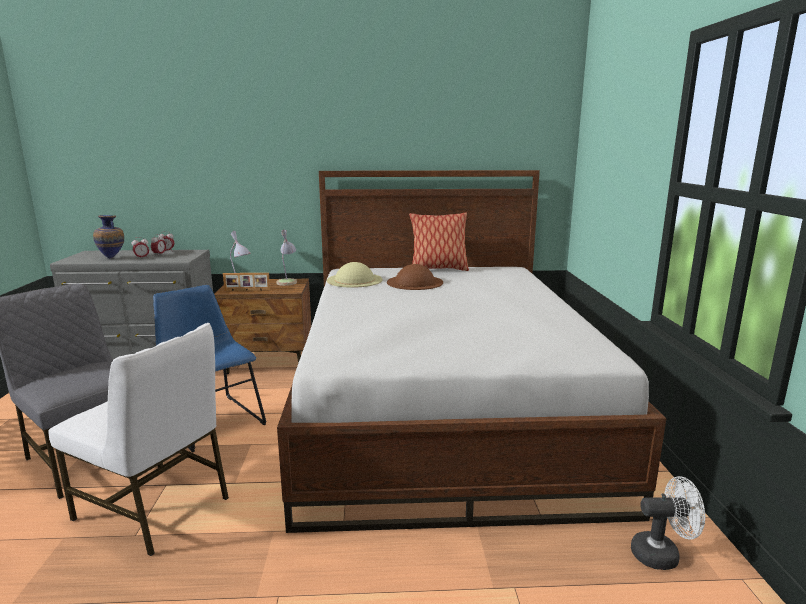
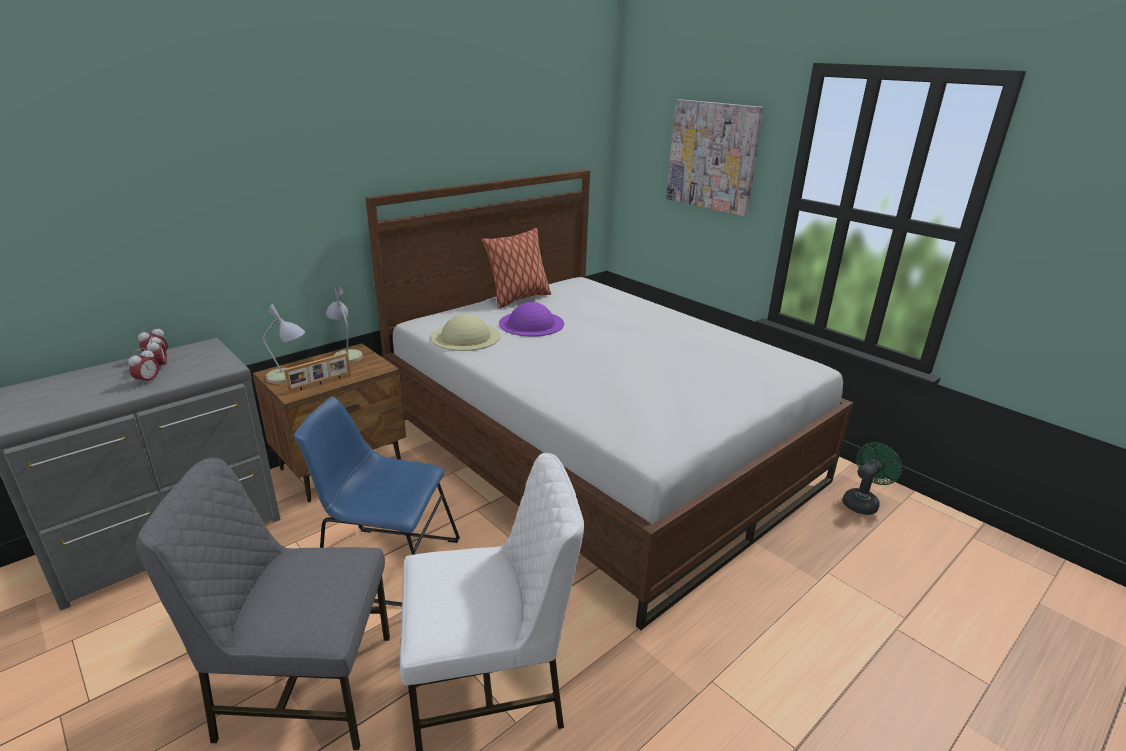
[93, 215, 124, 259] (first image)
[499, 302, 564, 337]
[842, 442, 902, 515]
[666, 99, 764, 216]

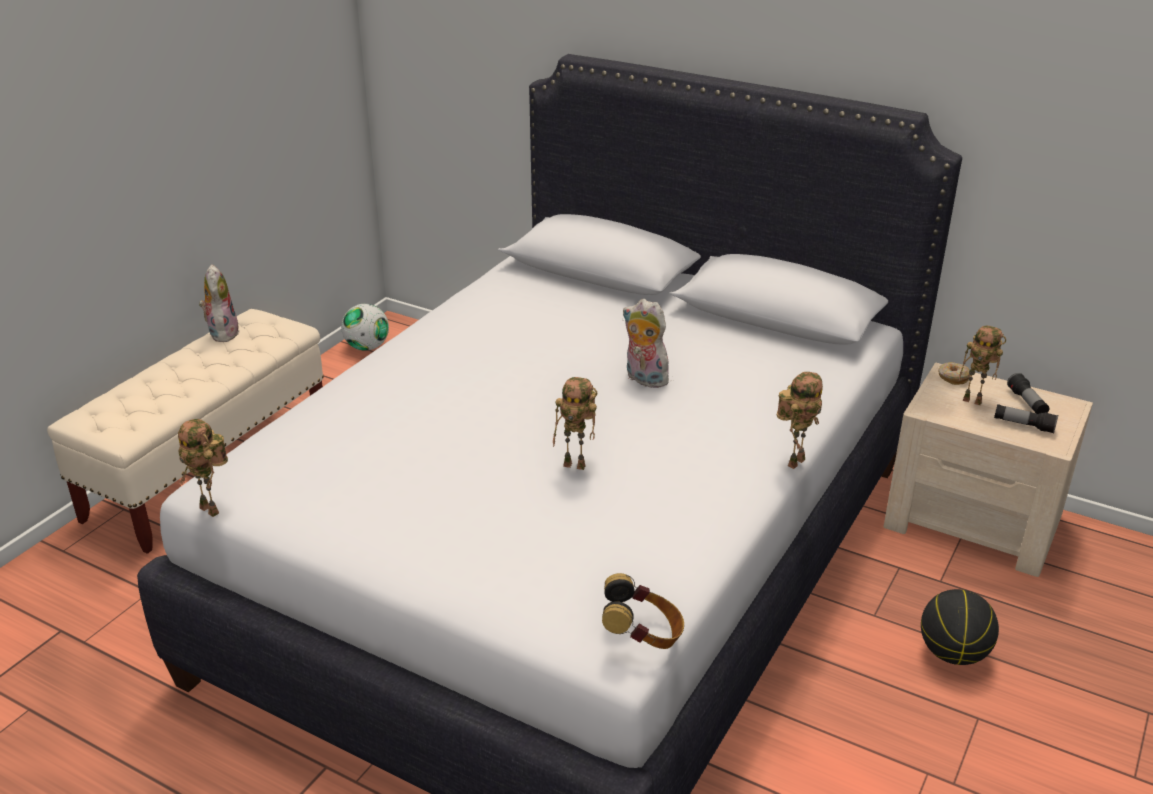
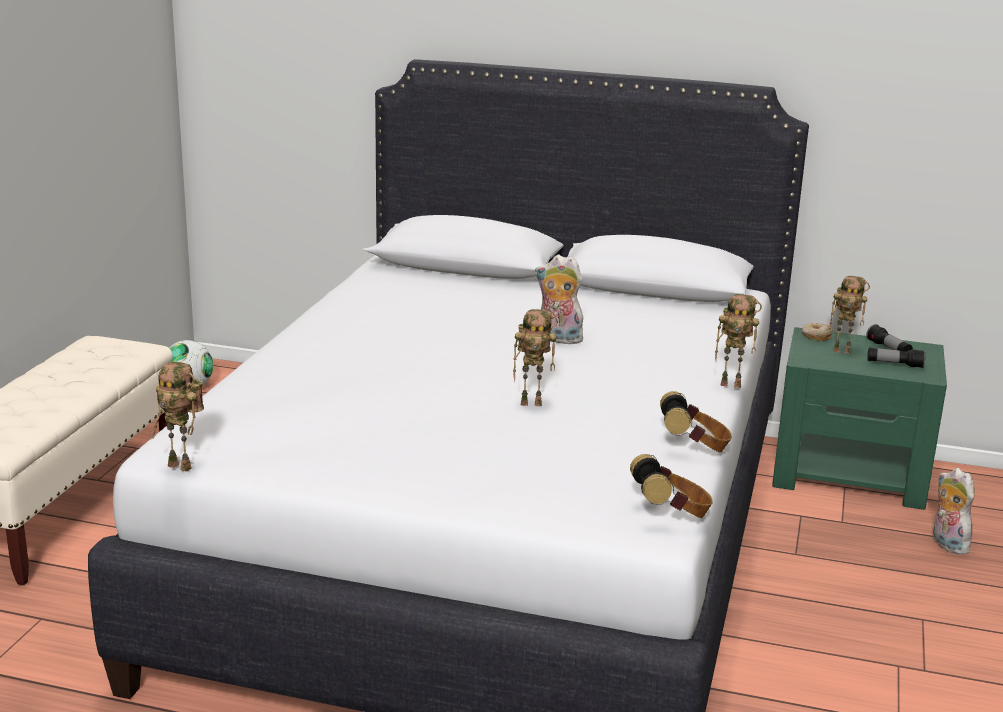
[933, 468, 975, 554]
[772, 327, 947, 510]
[715, 294, 762, 388]
[921, 589, 999, 665] (first image)
[660, 391, 732, 452]

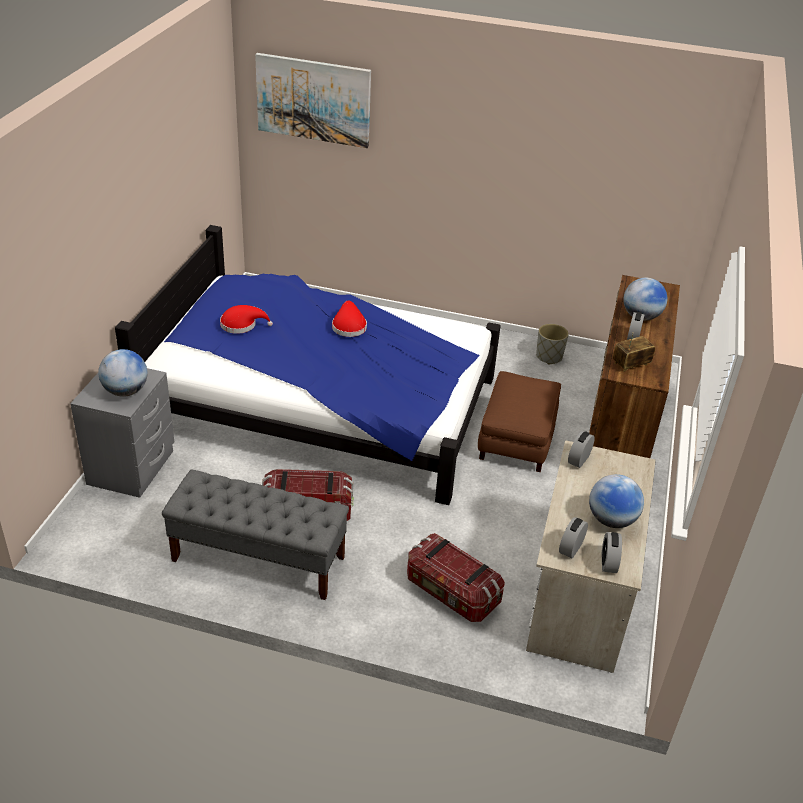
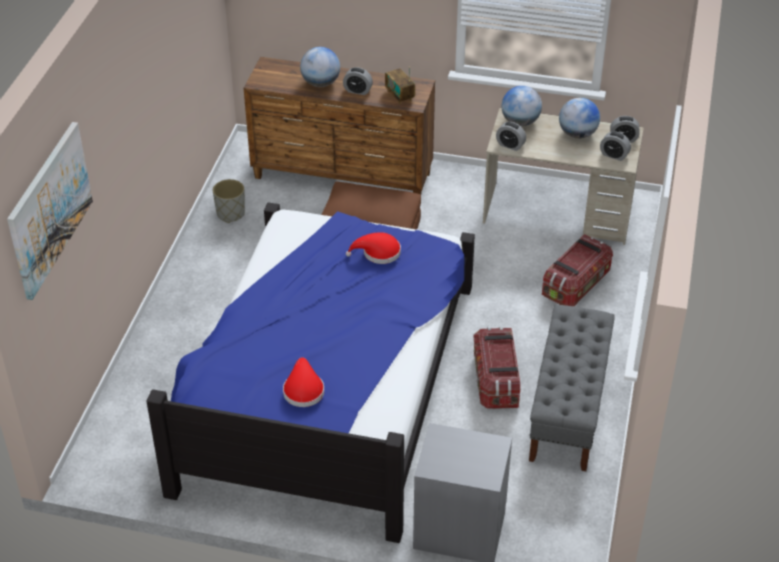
[346, 232, 401, 264]
[501, 86, 542, 126]

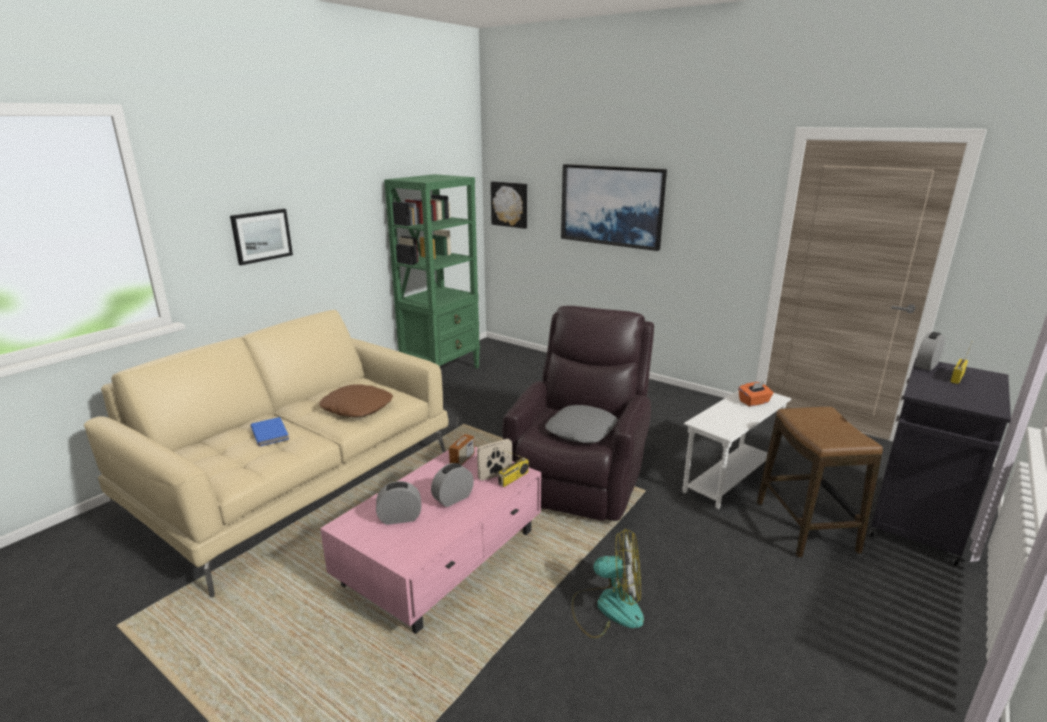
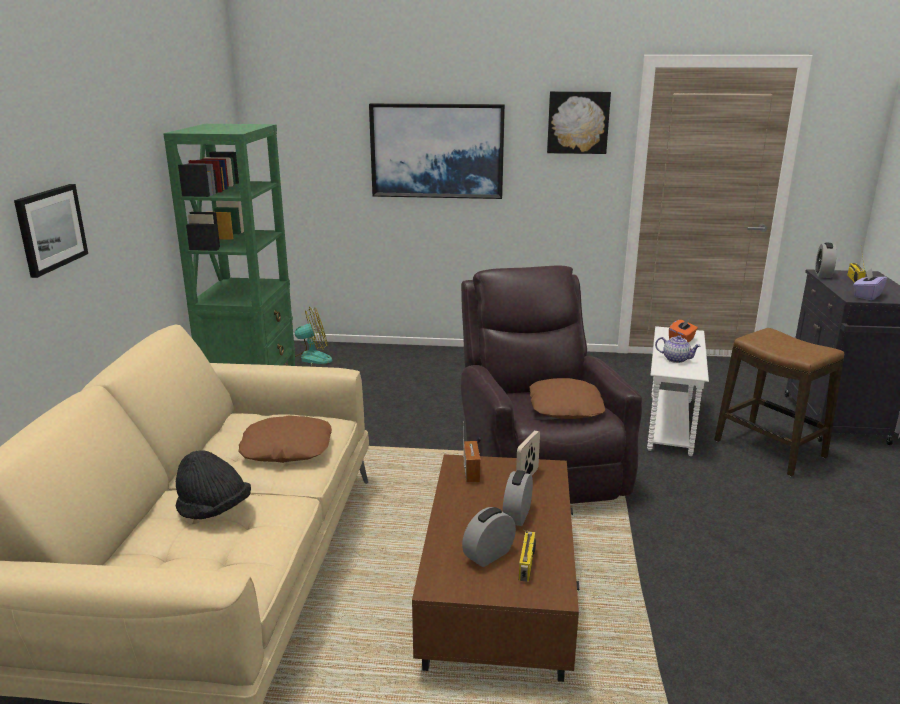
[547, 91, 611, 154]
[530, 378, 605, 419]
[175, 450, 251, 519]
[412, 454, 579, 682]
[519, 530, 536, 582]
[285, 307, 332, 367]
[853, 268, 887, 300]
[655, 335, 701, 363]

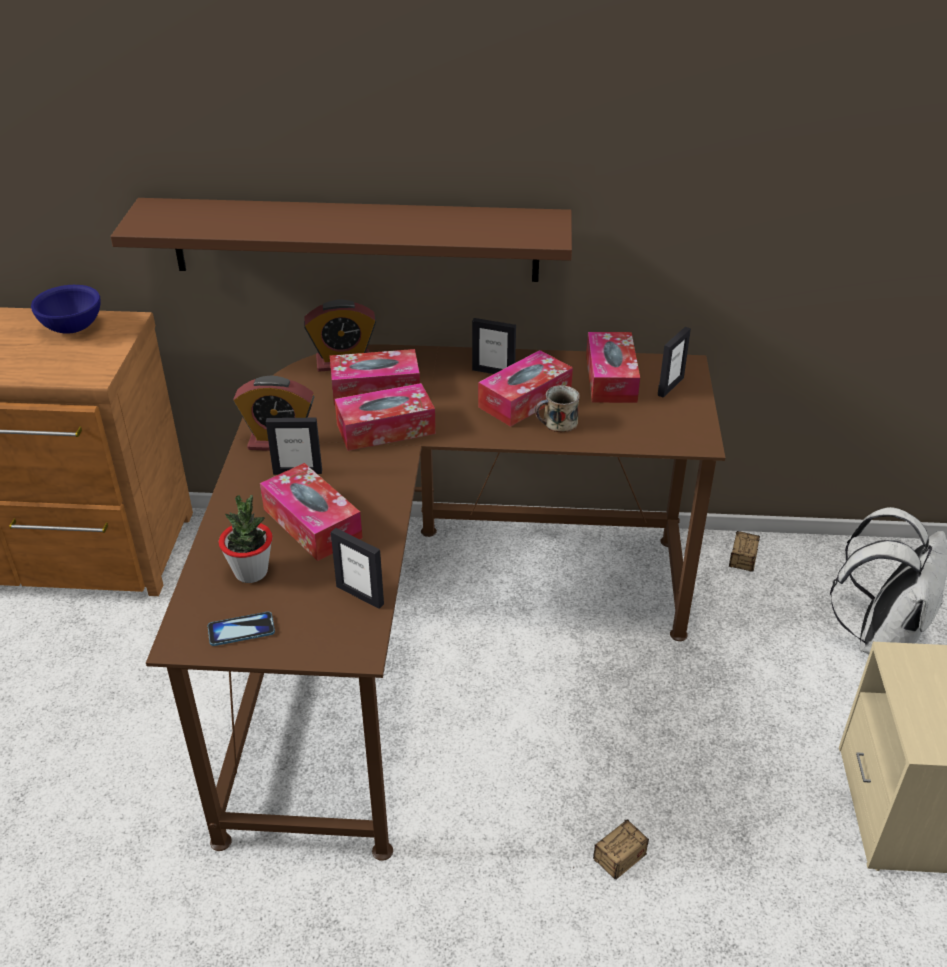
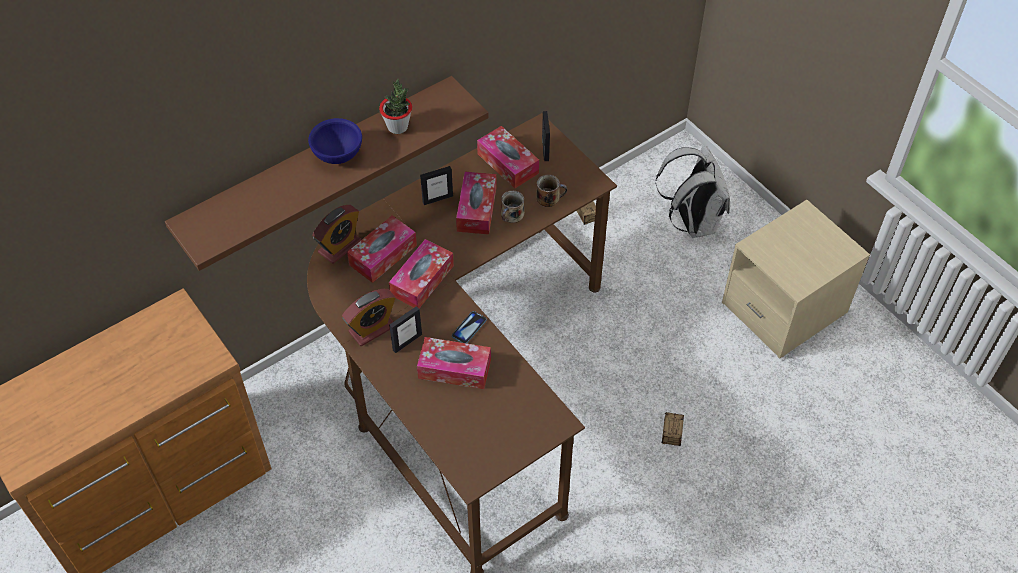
[308, 118, 362, 164]
[379, 79, 412, 134]
[331, 528, 384, 609] (first image)
[452, 311, 487, 343]
[536, 175, 568, 207]

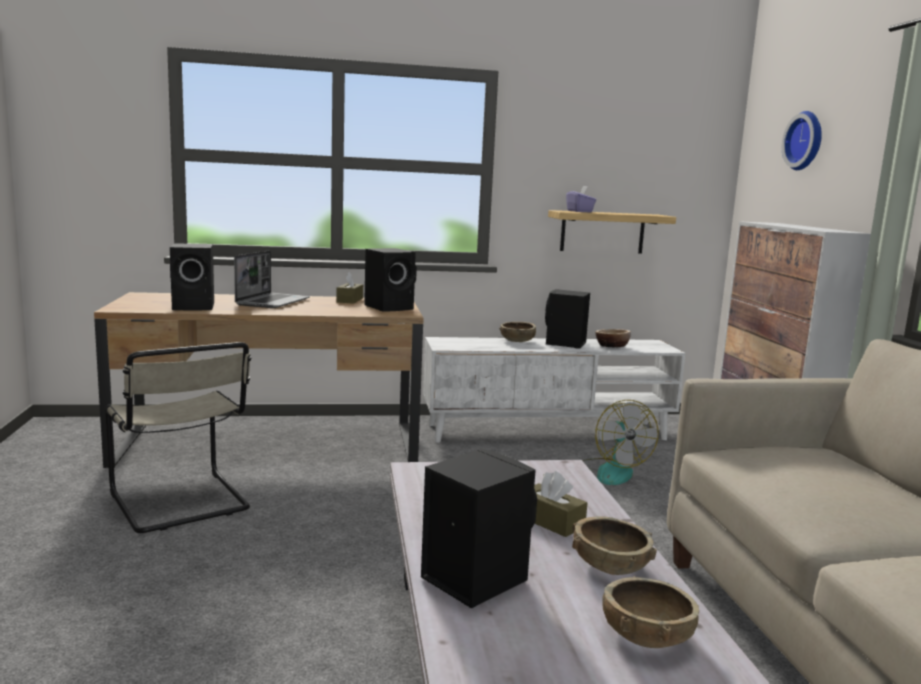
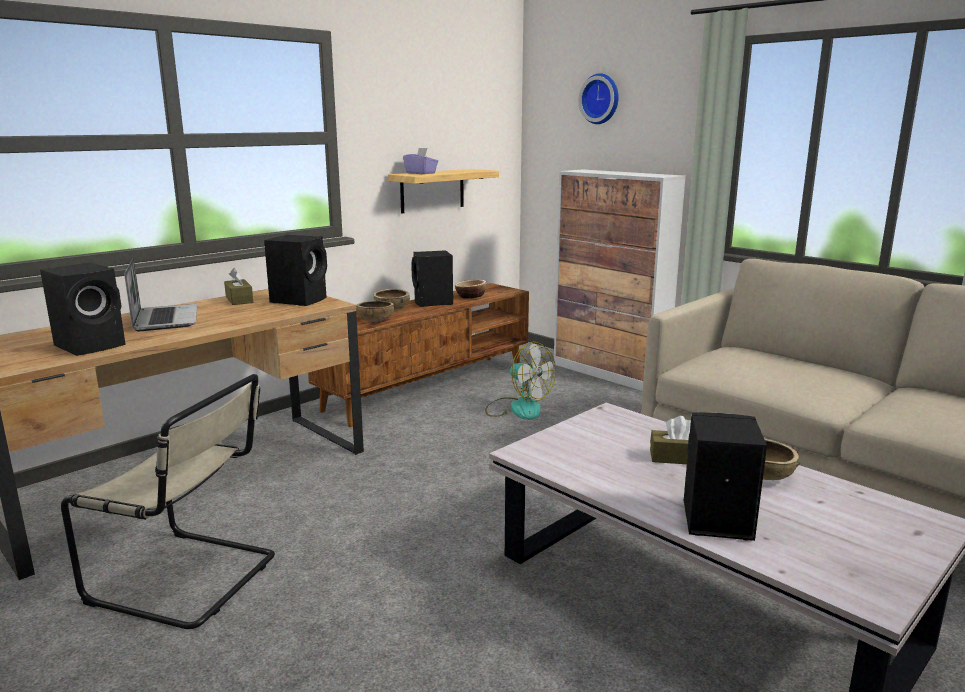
[308, 283, 529, 427]
[356, 301, 394, 322]

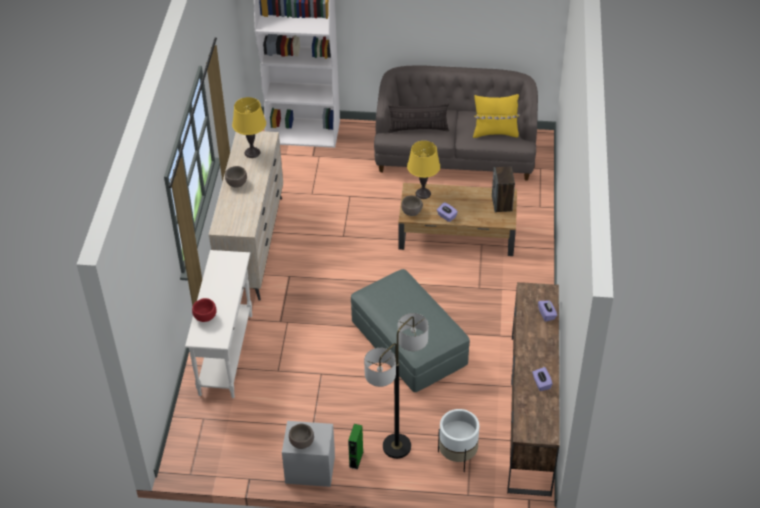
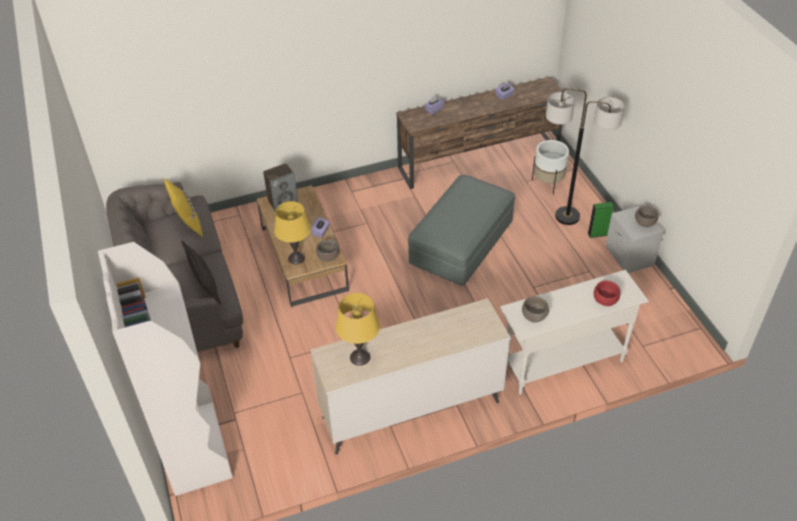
[522, 296, 549, 323]

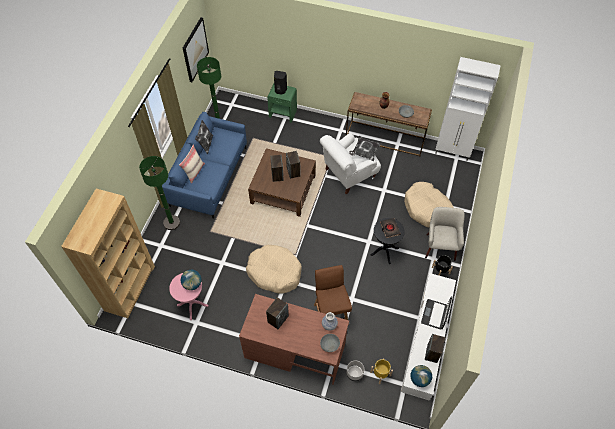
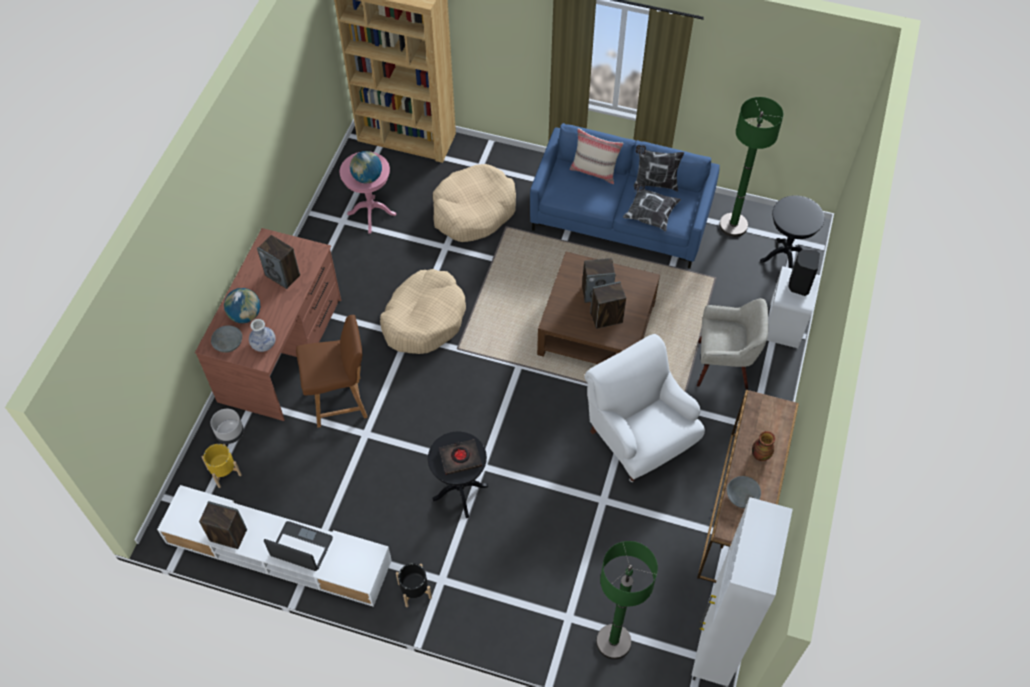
[183, 17, 209, 82] (first image)
[767, 266, 820, 348]
[623, 183, 681, 231]
[596, 541, 658, 659]
[433, 164, 516, 242]
[697, 298, 768, 389]
[224, 288, 260, 323]
[760, 195, 824, 269]

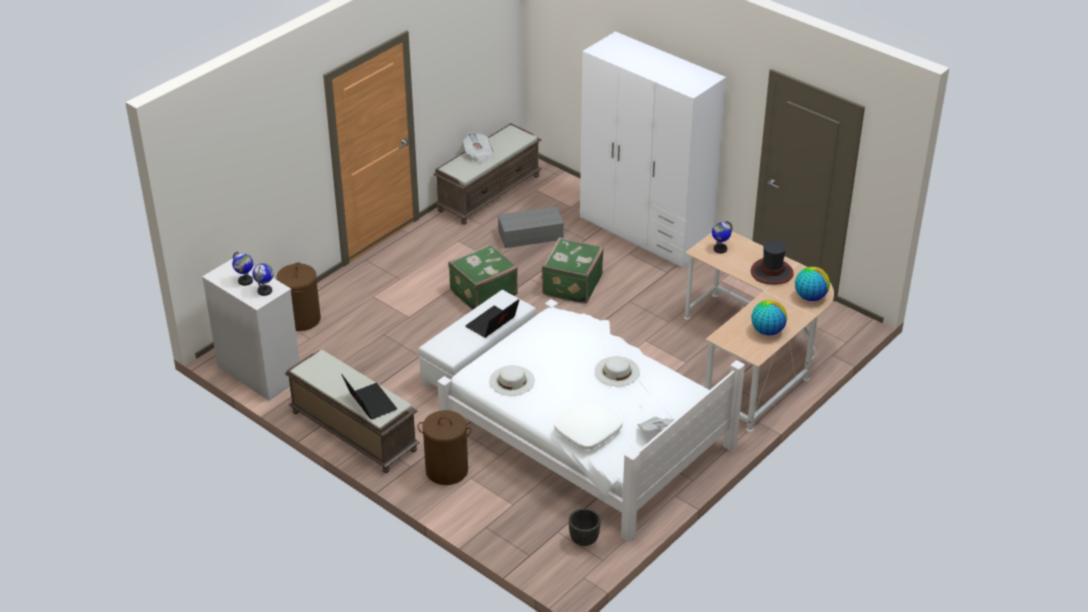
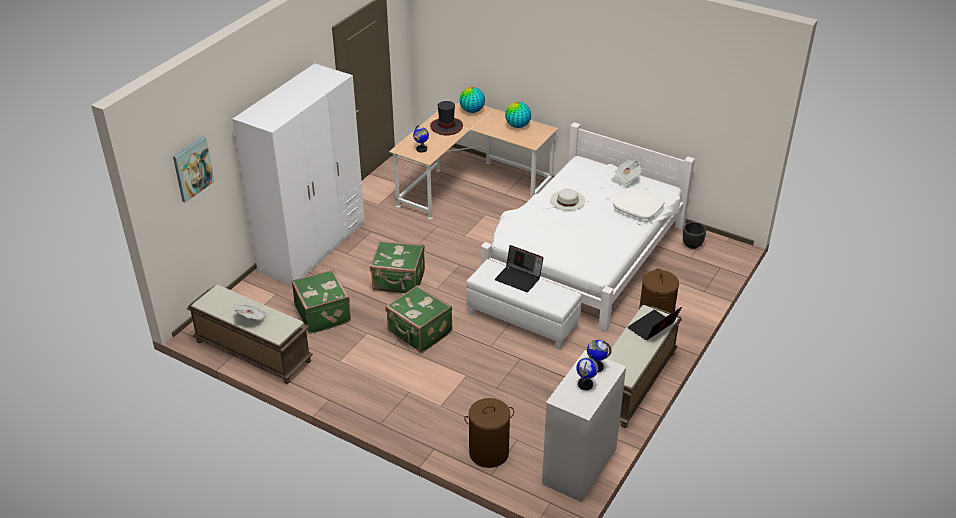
[292, 269, 351, 334]
[489, 365, 535, 396] (first image)
[173, 136, 215, 203]

